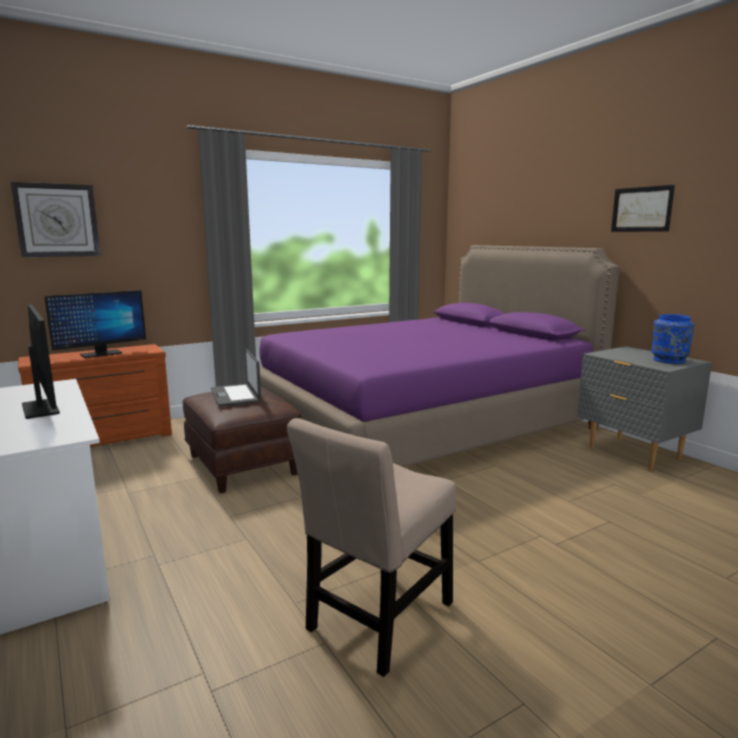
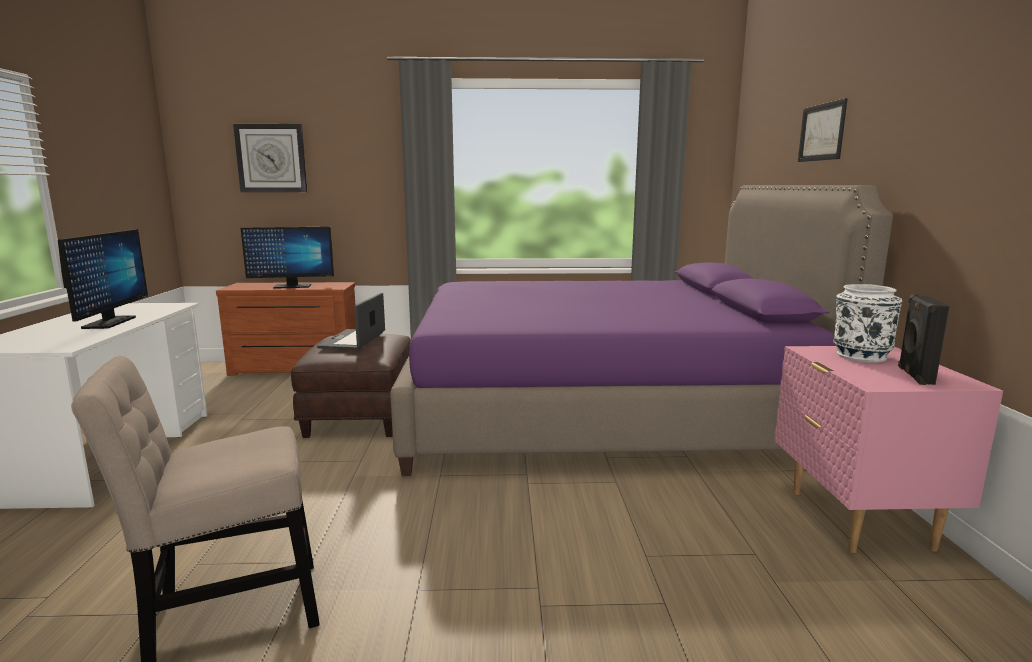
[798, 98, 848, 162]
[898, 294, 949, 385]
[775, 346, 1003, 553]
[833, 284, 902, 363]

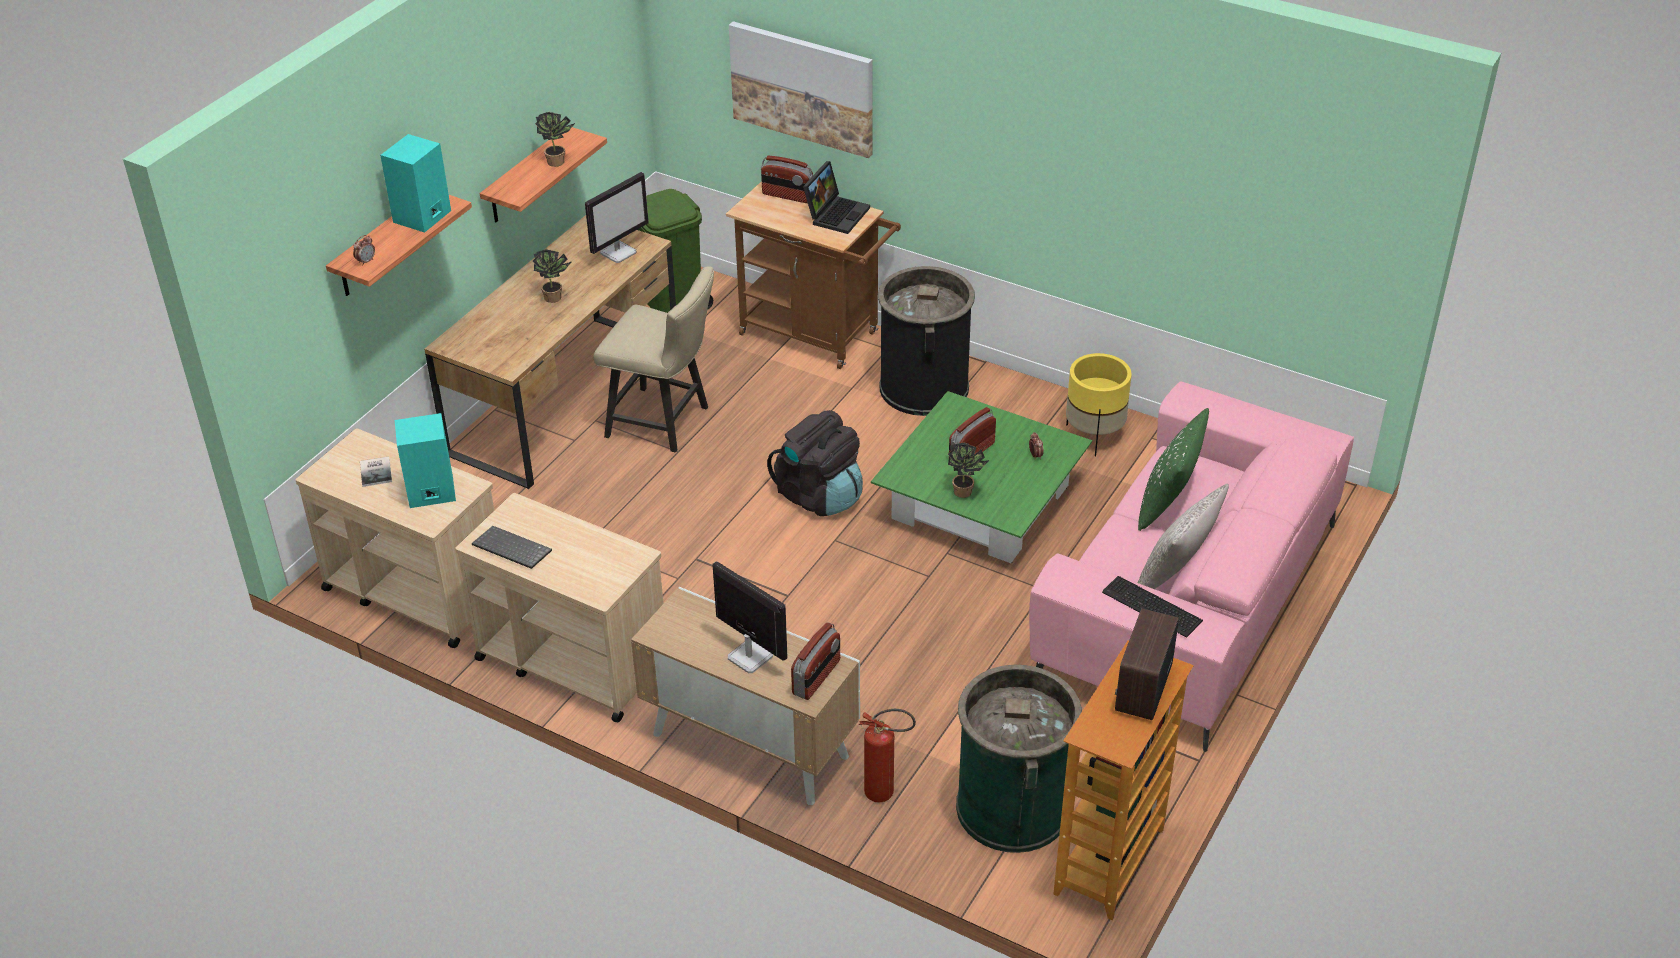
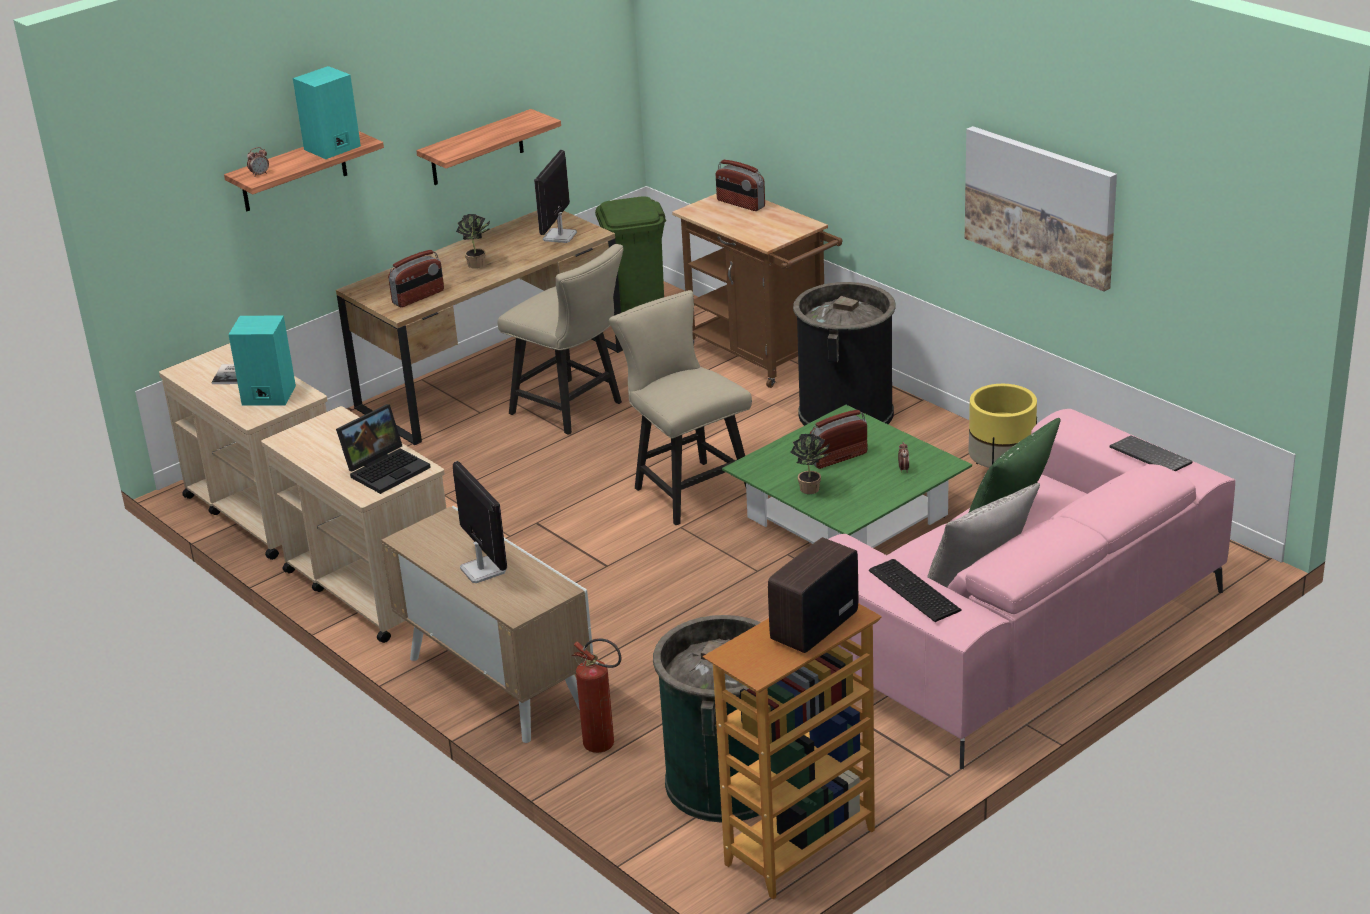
[965, 126, 1117, 292]
[535, 112, 575, 167] (first image)
[336, 404, 431, 494]
[534, 150, 577, 243]
[609, 290, 752, 525]
[1110, 435, 1193, 472]
[388, 250, 444, 307]

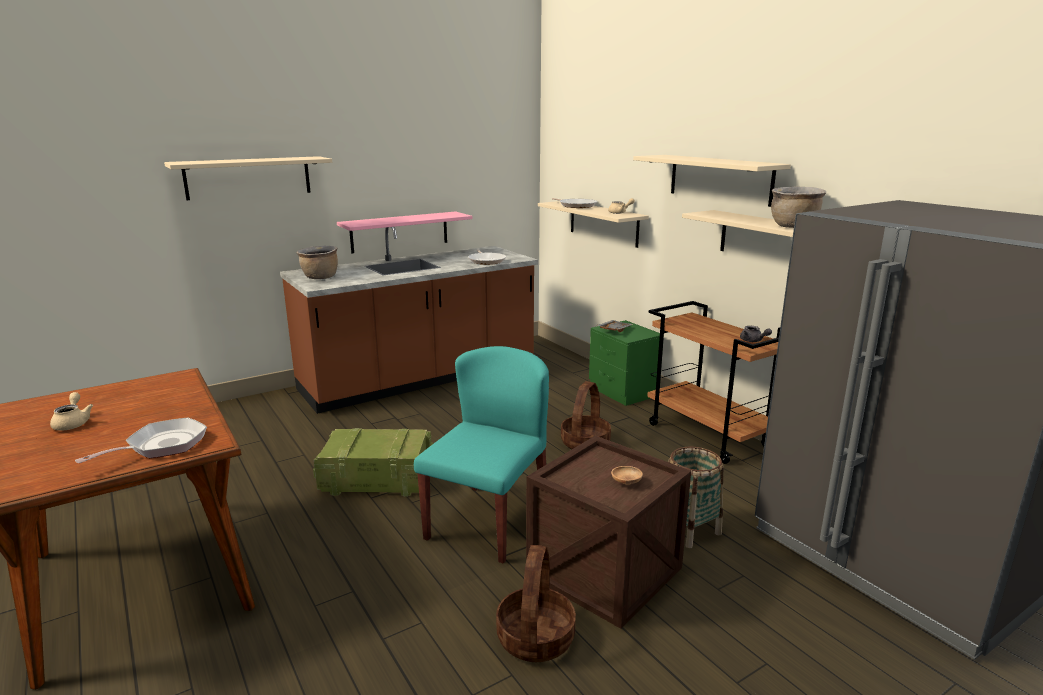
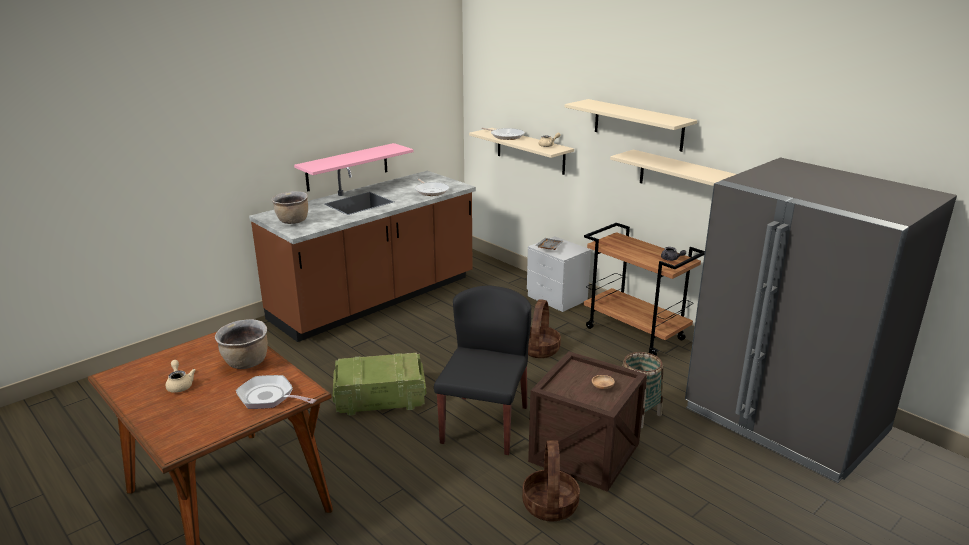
[164, 156, 332, 200] (first image)
[215, 319, 268, 369]
[527, 236, 591, 312]
[434, 286, 531, 455]
[236, 375, 316, 409]

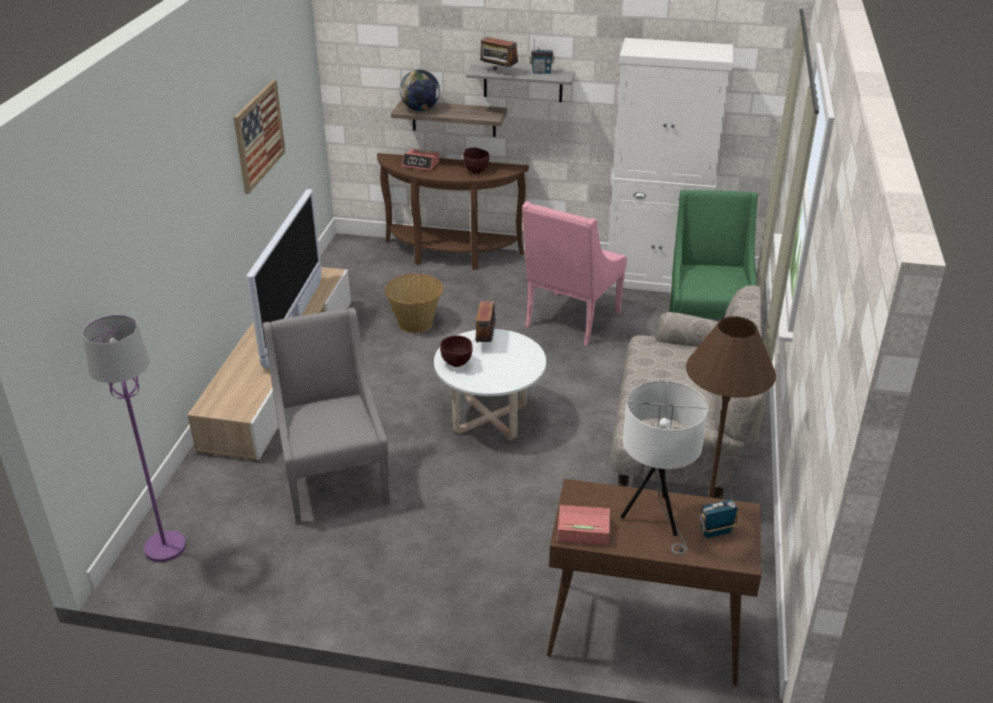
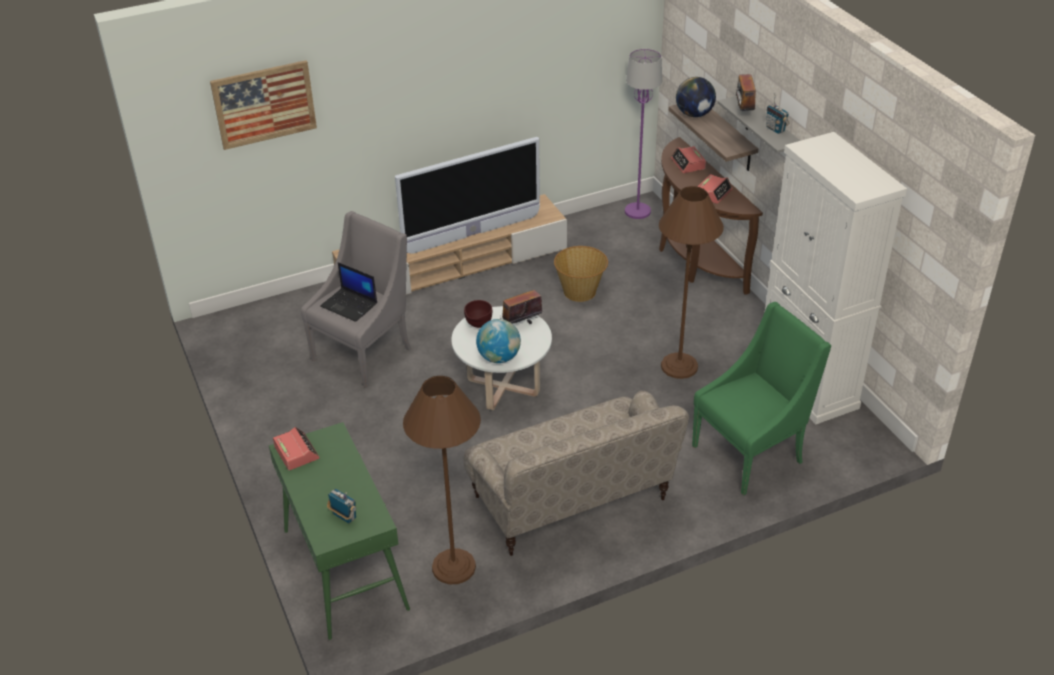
[210, 60, 317, 150]
[698, 174, 733, 204]
[659, 186, 724, 379]
[625, 49, 662, 219]
[620, 380, 708, 555] (first image)
[269, 422, 410, 640]
[320, 262, 377, 322]
[476, 319, 521, 363]

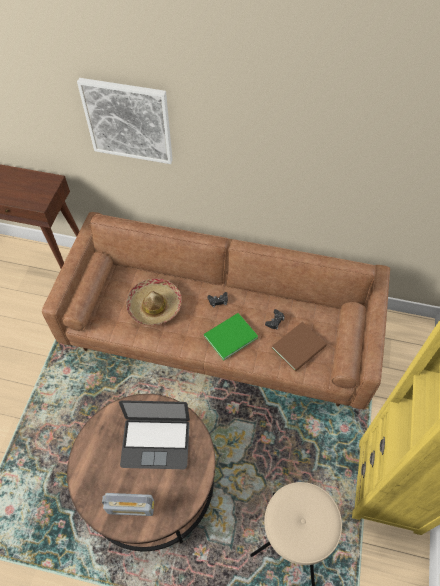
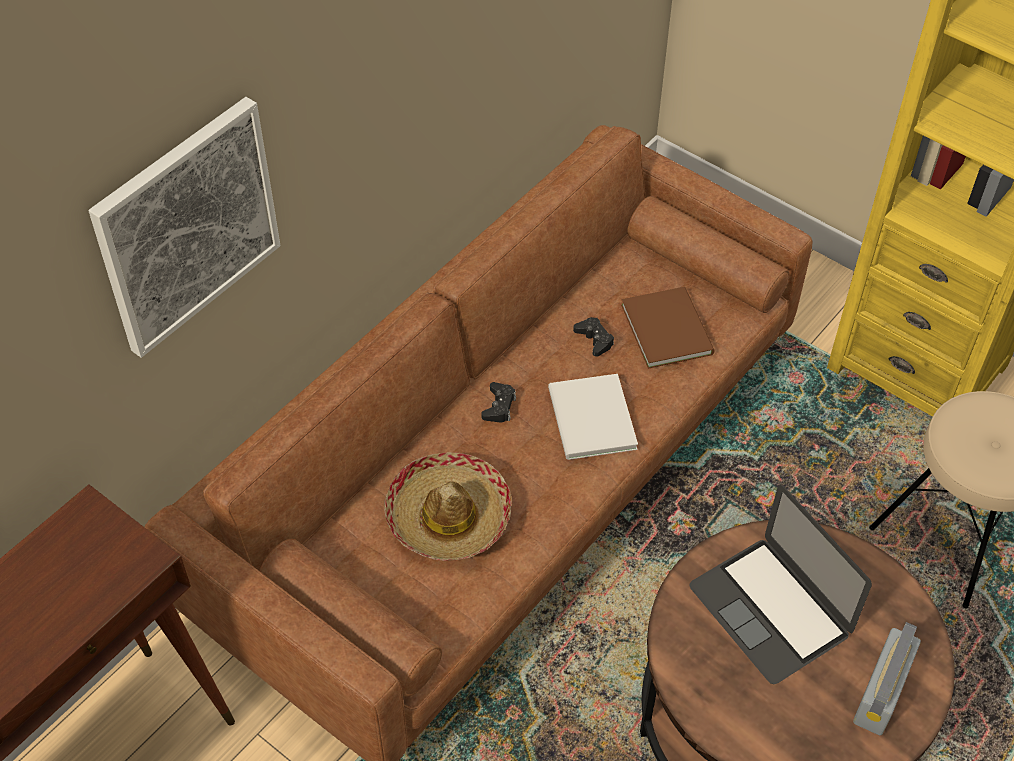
[548, 374, 638, 460]
[689, 485, 872, 684]

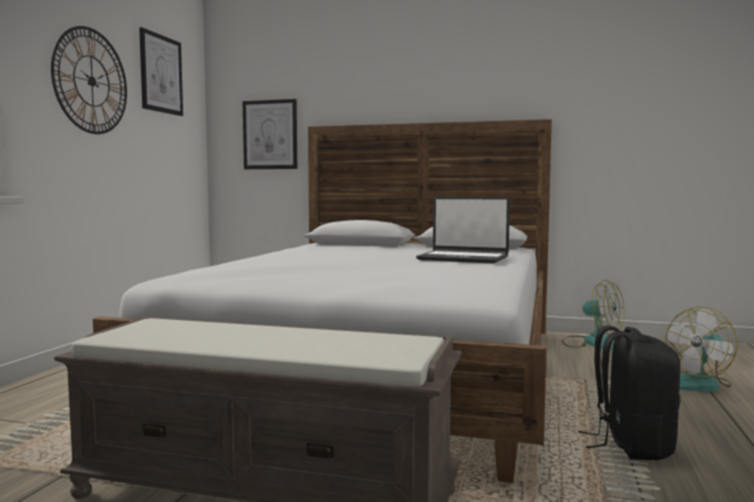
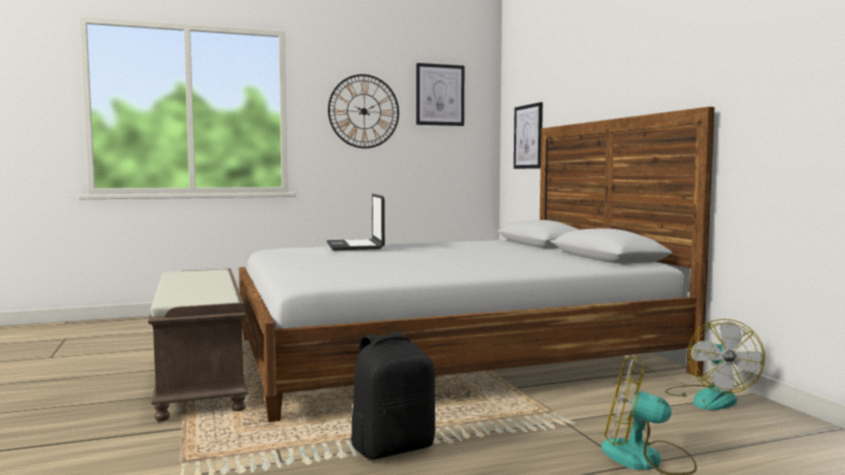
[327, 194, 385, 250]

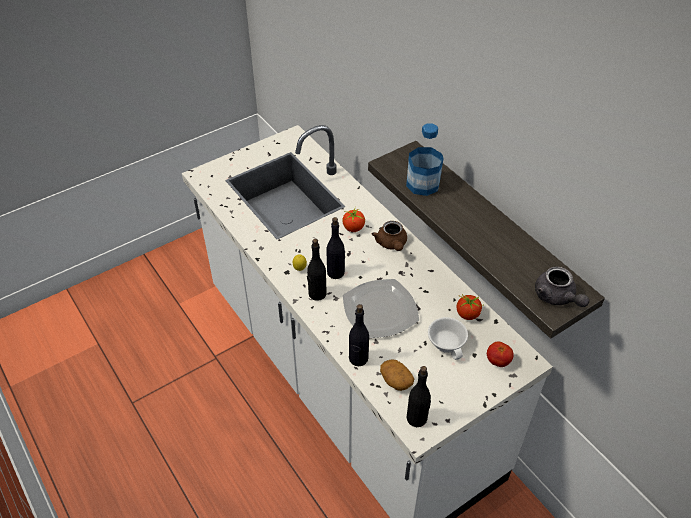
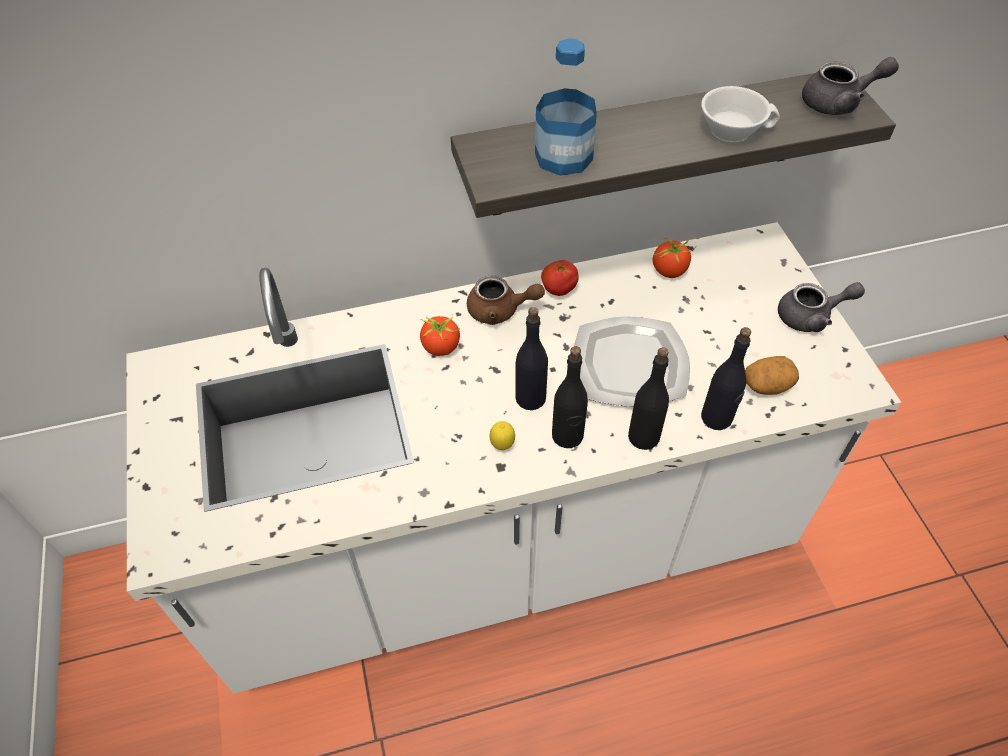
[701, 86, 780, 143]
[541, 260, 579, 296]
[628, 347, 669, 450]
[778, 282, 865, 332]

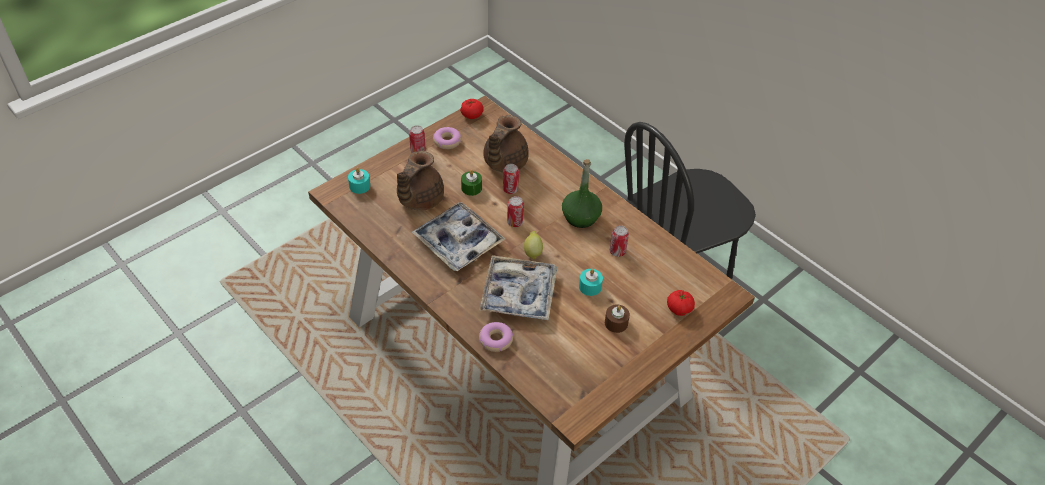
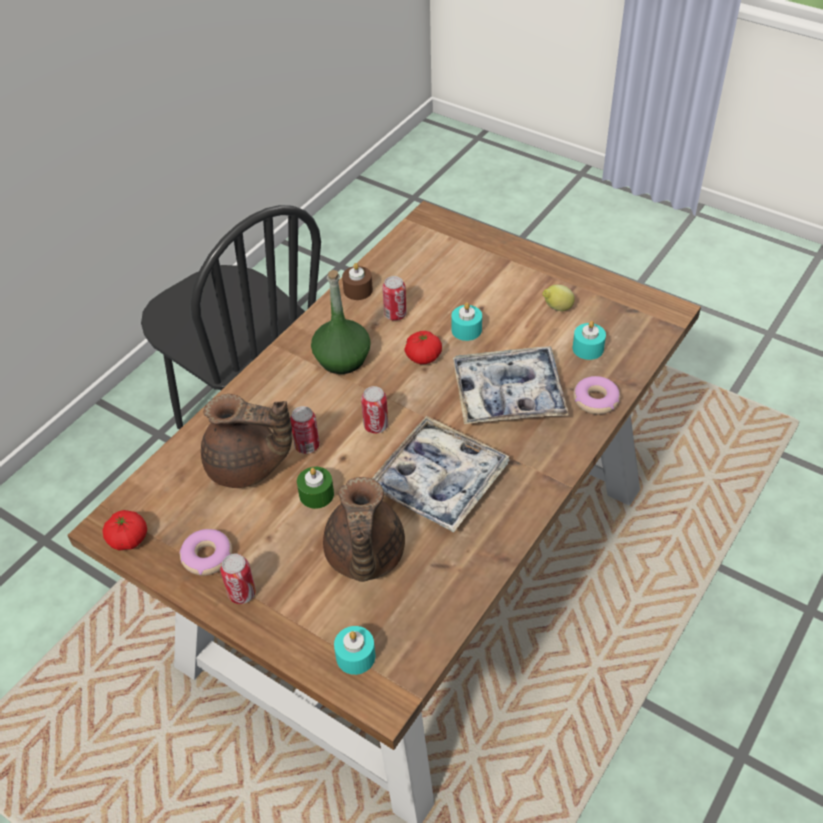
[323, 477, 405, 582]
[543, 285, 575, 311]
[404, 331, 442, 364]
[342, 263, 373, 300]
[573, 321, 606, 360]

